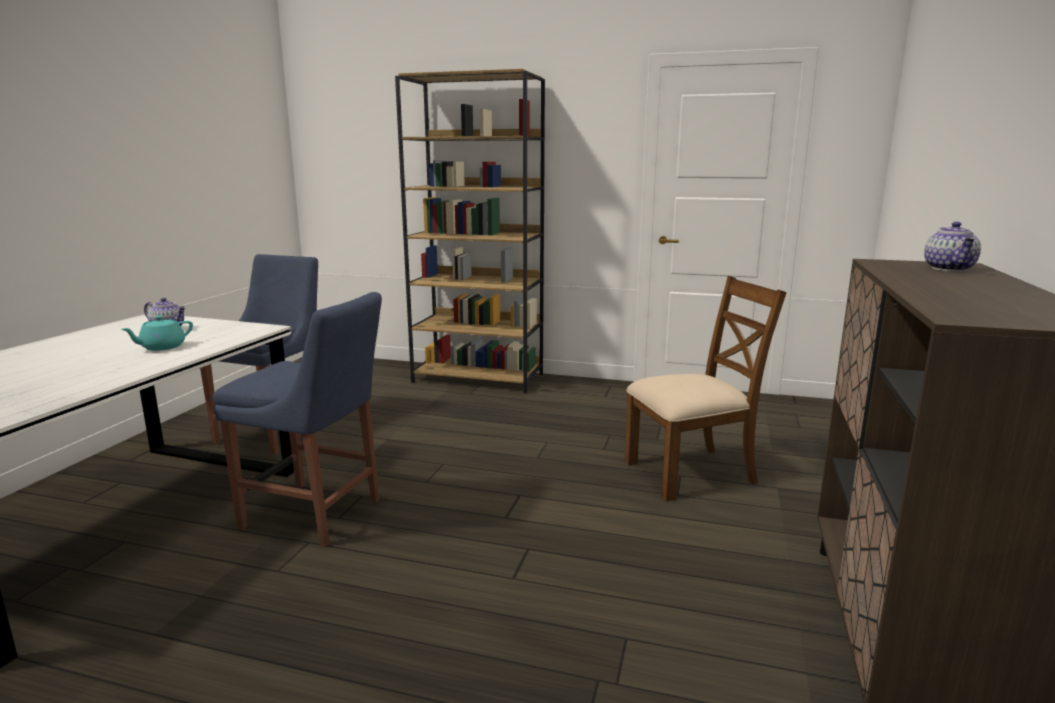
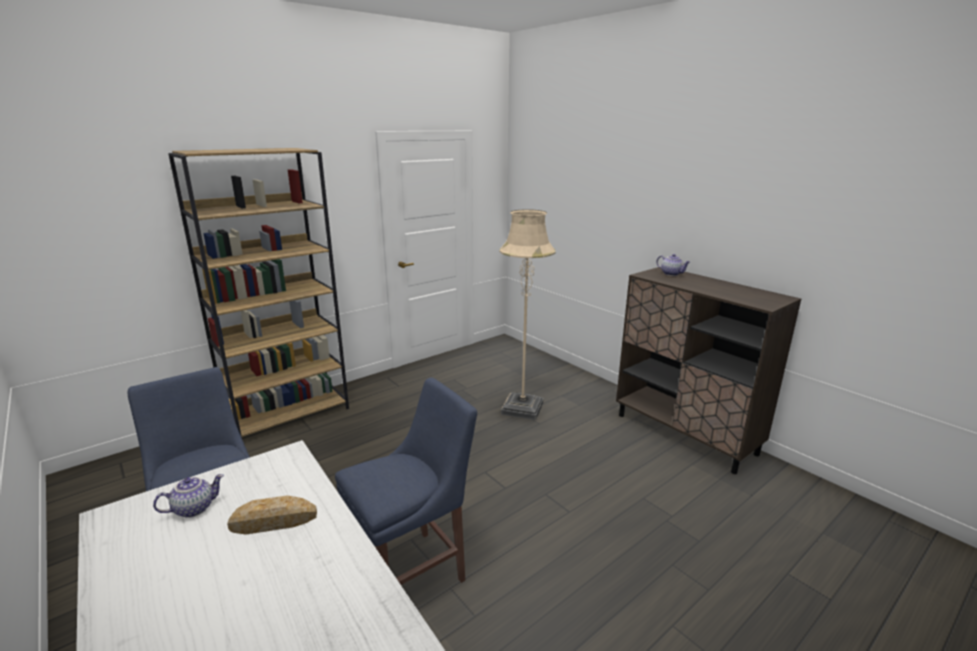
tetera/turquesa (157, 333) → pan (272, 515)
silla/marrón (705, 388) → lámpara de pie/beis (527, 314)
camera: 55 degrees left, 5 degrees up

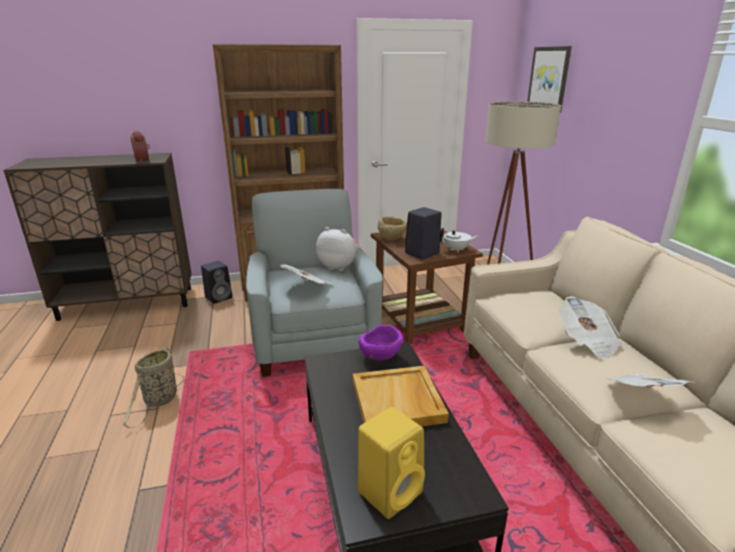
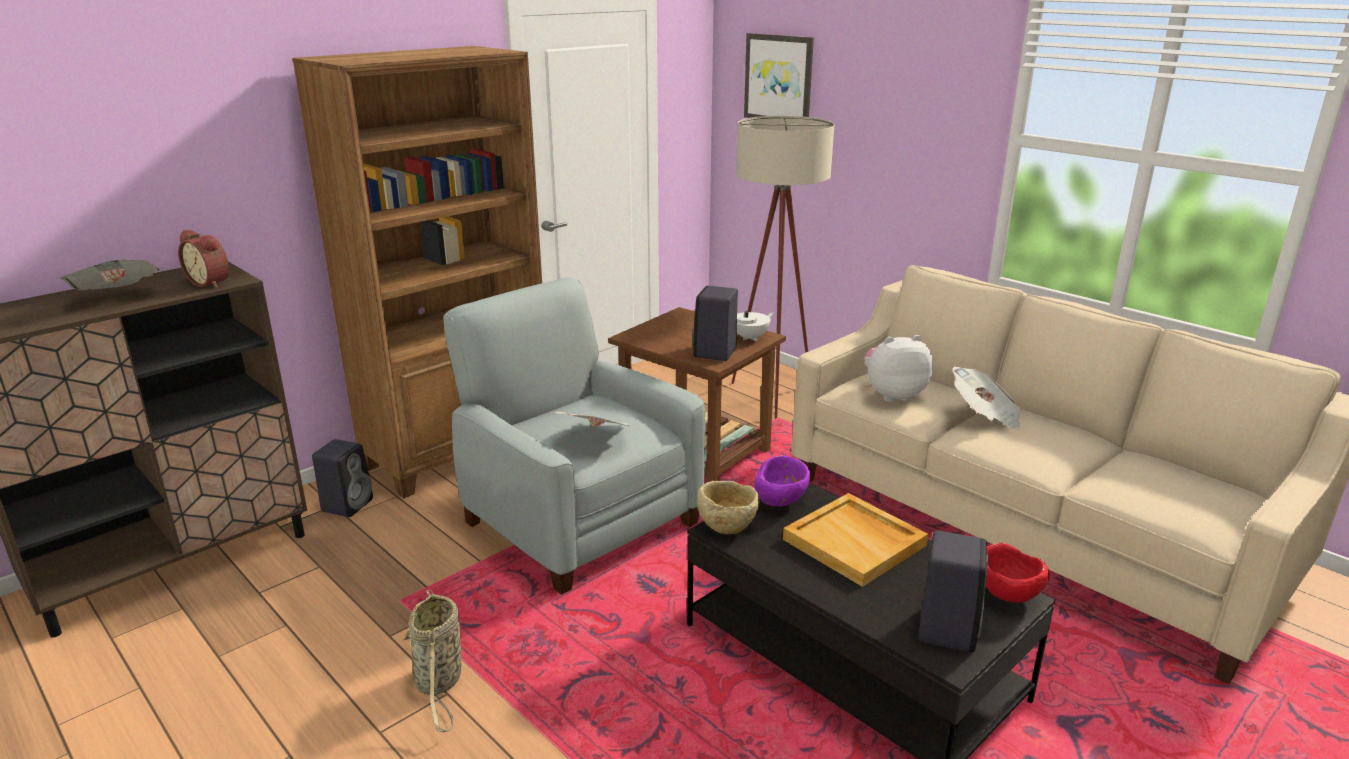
periódico (652, 380) → periódico (110, 275), relocated
cuenco/beis (392, 228) → cuenco/beis (728, 507), relocated
peluche (337, 249) → peluche (899, 368), relocated
altavoz/amarillo (391, 463) → altavoz/negro (953, 591)
- → cuenco/rojo (1018, 573)
camera: 30 degrees left, 0 degrees up

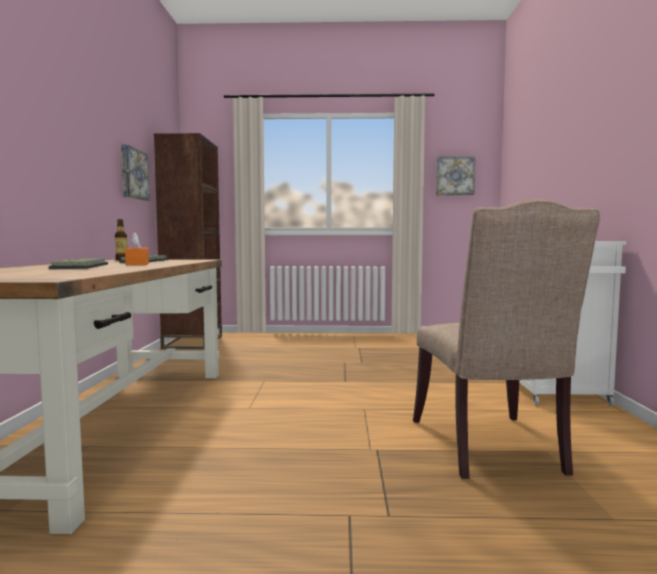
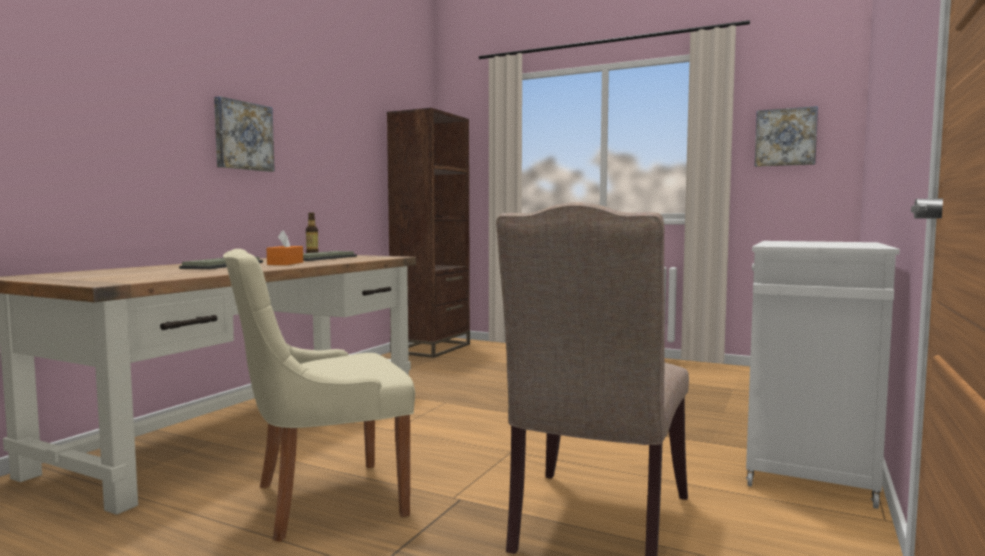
cuadro (135, 172) → cuadro (244, 134), relocated
- → silla/beis (319, 395)
camera: 25 degrees right, 0 degrees up

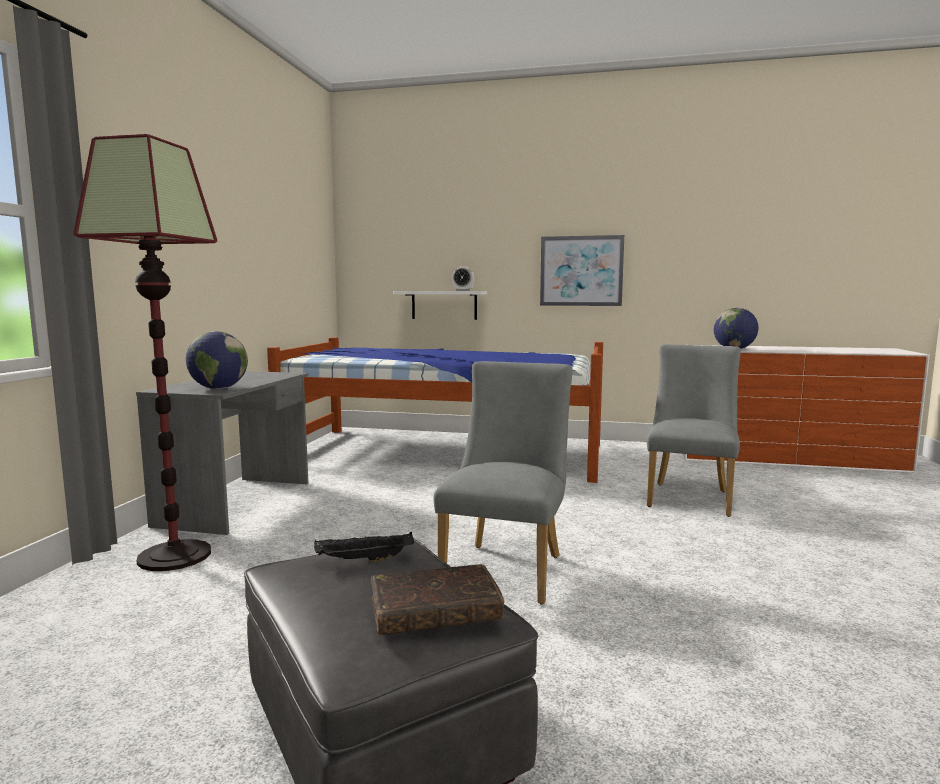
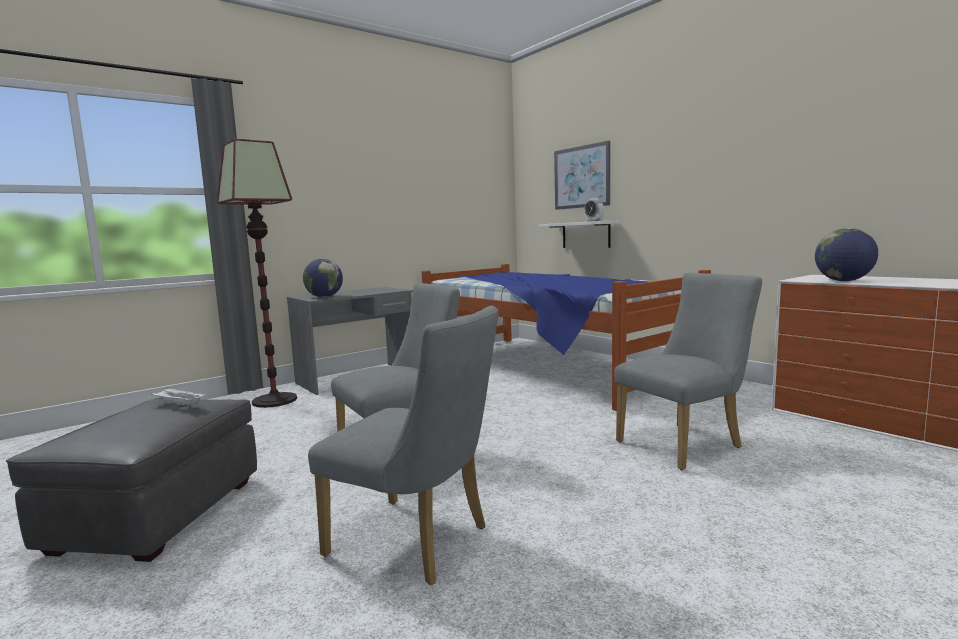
bandeja/negro (364, 547) → bandeja/blanco (179, 397)
- → silla/gris (403, 446)
cuadro (582, 270) → cuadro (582, 175), relocated
libro/marrón (437, 599) → -
camera: 40 degrees right, 0 degrees up

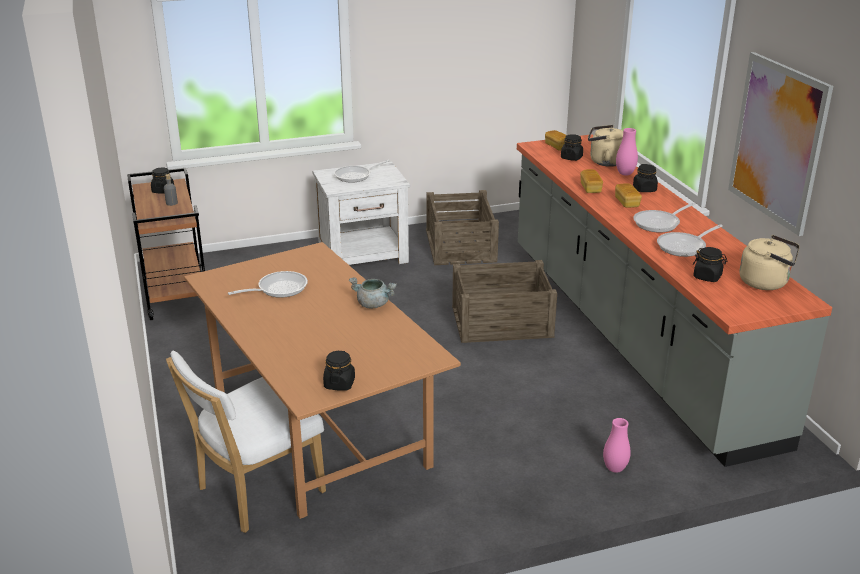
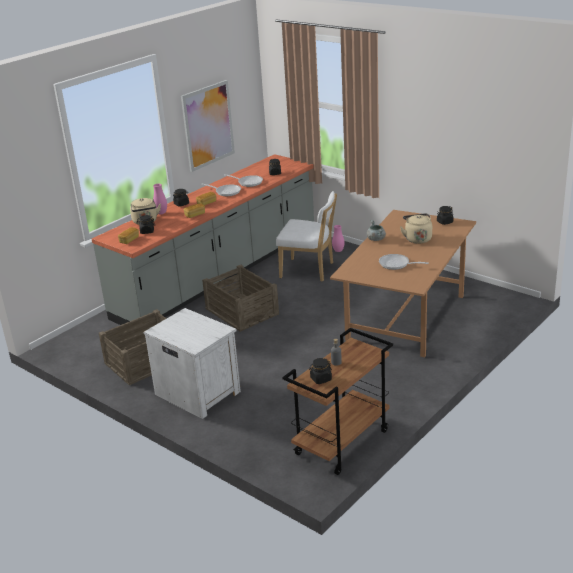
silla/blanco (246, 442) → silla/blanco (306, 236), relocated
hervidor/beis (770, 262) → hervidor/beis (416, 228), relocated
sartén (362, 171) → -
camera: 120 degrees left, 0 degrees up

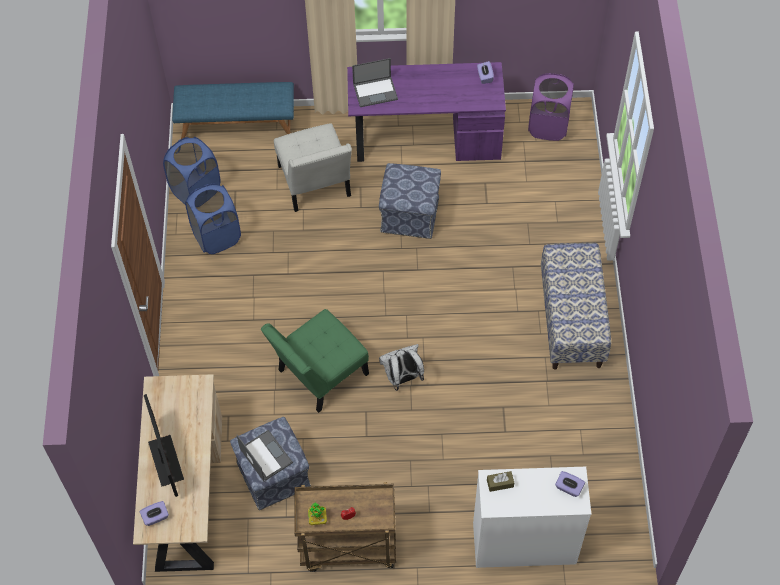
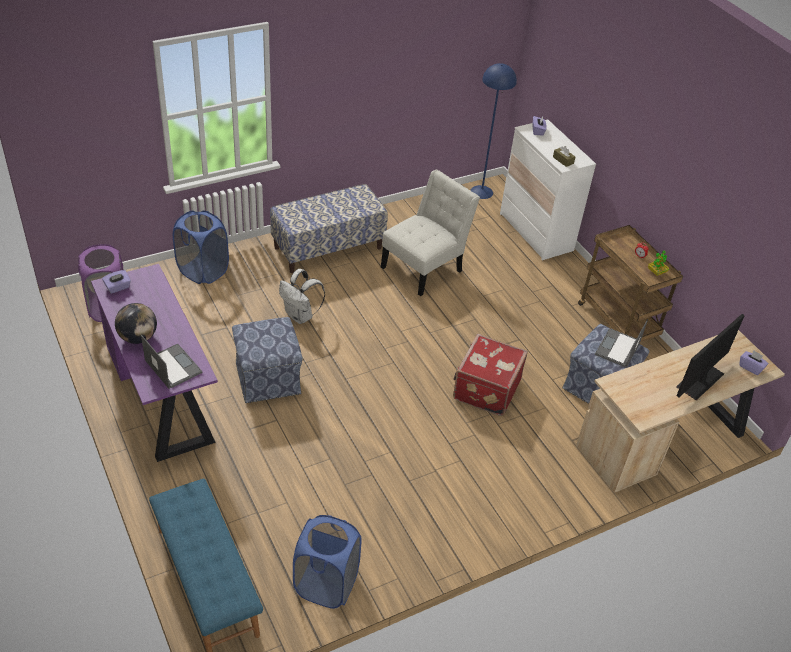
- → globo terráqueo (136, 323)
cesto de la ropa/azul (213, 219) → cesto de la ropa/azul (201, 247), relocated
mochila/blanco (401, 367) → mochila/blanco (302, 296), relocated
silla/blanco (313, 167) → silla/blanco (430, 233), relocated
silla/verde (315, 361) → maleta/rojo (490, 375)
- → lámpara de pie/azul (493, 131)
camera: 120 degrees left, 15 degrees down

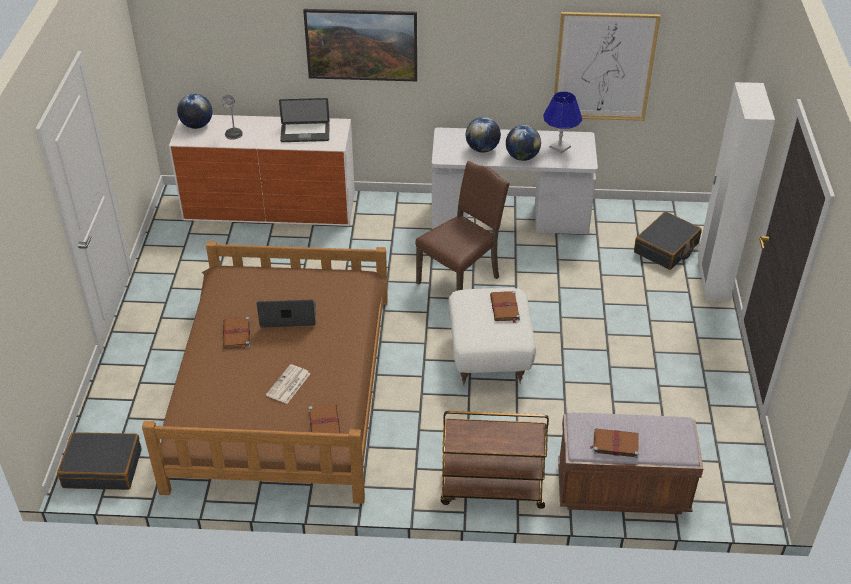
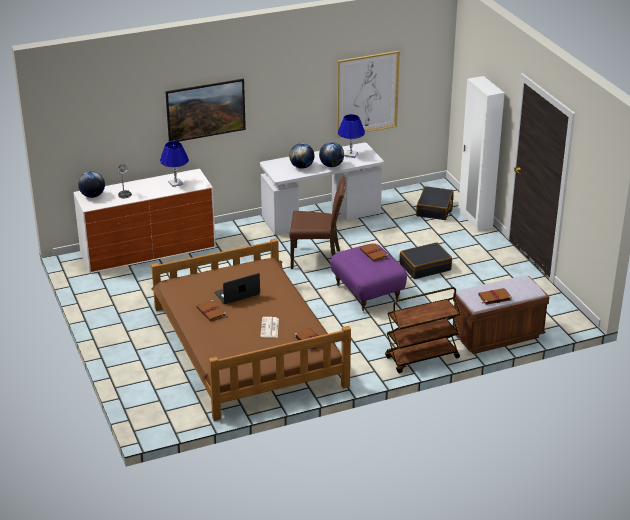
portátil (304, 120) → lámpara de mesa/azul (174, 164)
silla/marrón (462, 226) → silla/marrón (317, 223), 75 degrees clockwise
puf/blanco (492, 337) → puf/morado (368, 278)
maleta/negro (99, 461) → maleta/negro (425, 260), relocated
camera: 25 degrees left, 10 degrees down

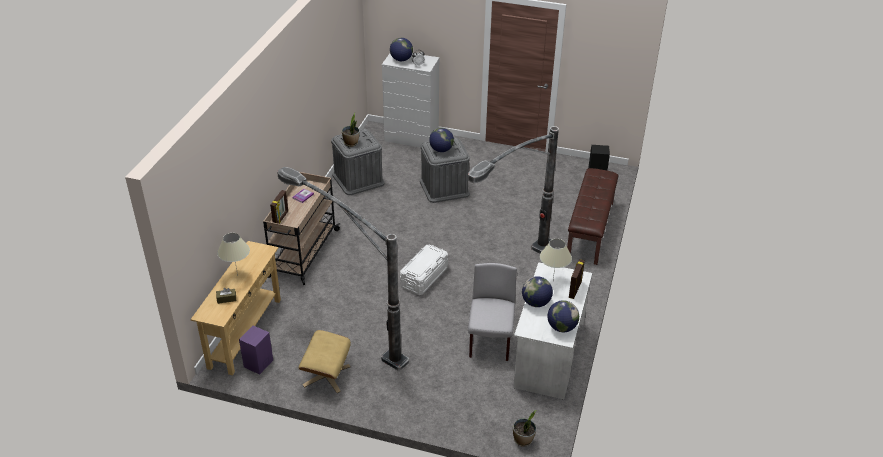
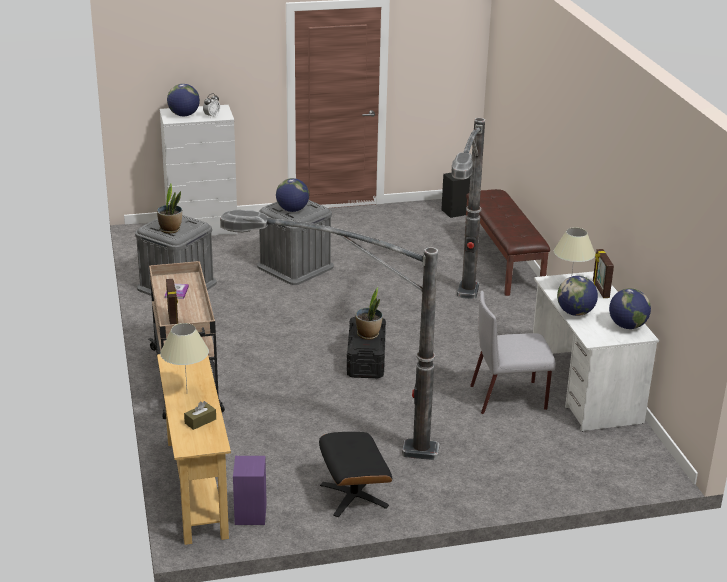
puf/beis (325, 361) → puf/negro (355, 475)
caja de almacenaje/blanco (424, 270) → caja de almacenaje/negro (366, 347)
planta en maceta (524, 428) → planta en maceta (369, 313), relocated
silla/gris (492, 312) → silla/gris (513, 352), 75 degrees counterclockwise
camera: 30 degrees left, 10 degrees down

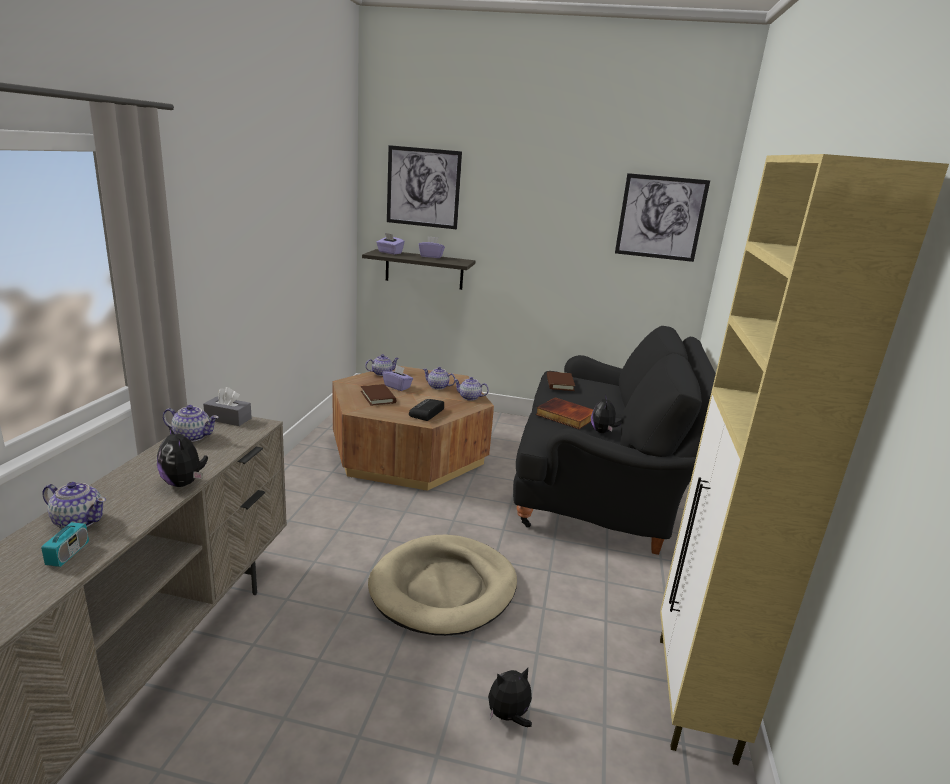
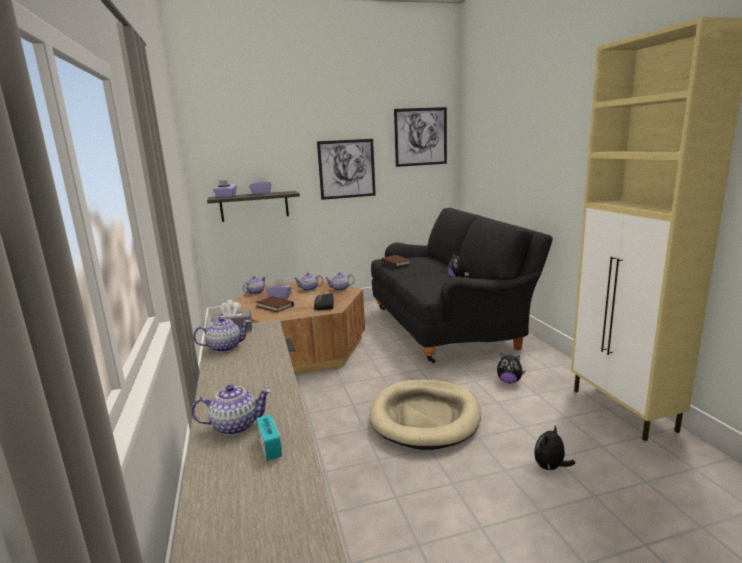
cuadro (424, 187) → cuadro (346, 169), relocated
peluche (182, 456) → peluche (511, 368), relocated
libro (564, 413) → -
camera: 25 degrees left, 5 degrees down

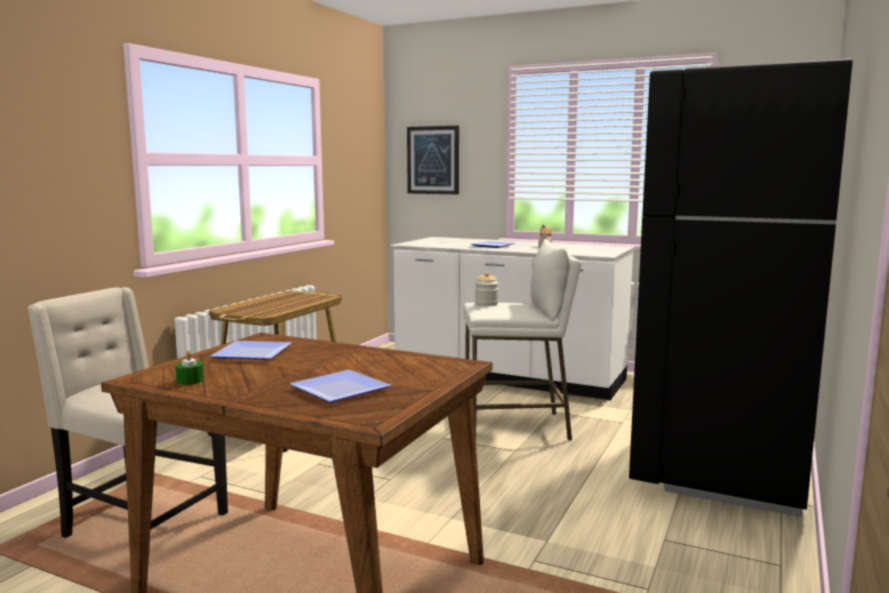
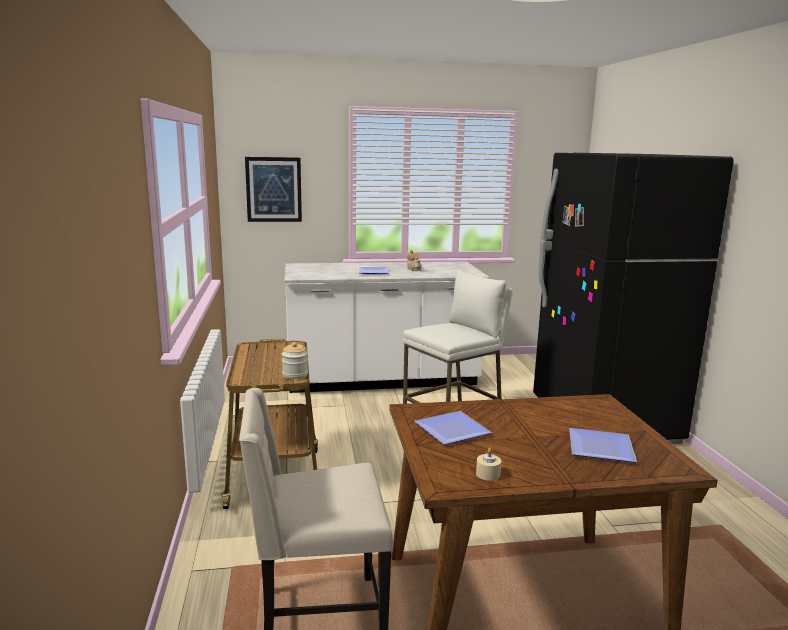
tarro (487, 289) → tarro (295, 360), relocated
vela/verde (189, 368) → vela/beis (488, 464)
camera: 35 degrees left, 5 degrees up

